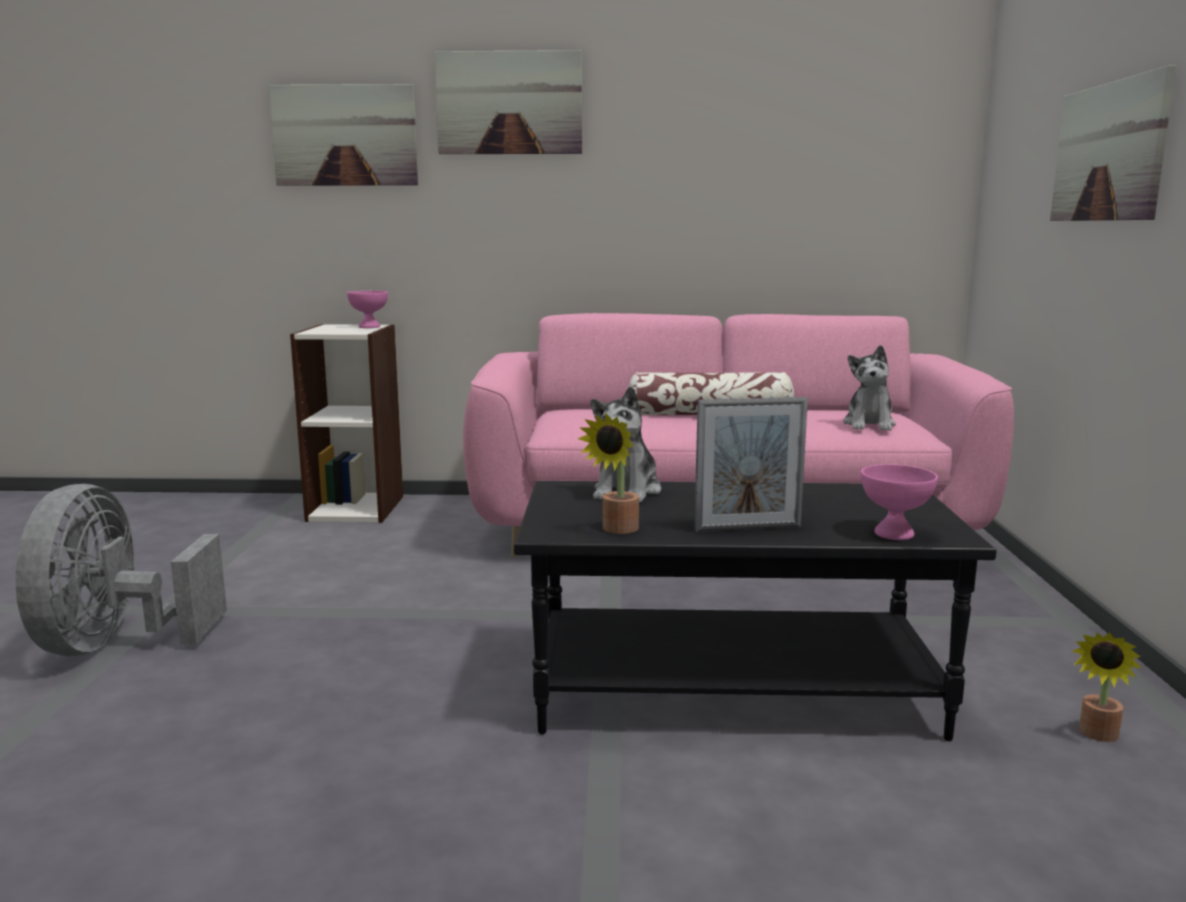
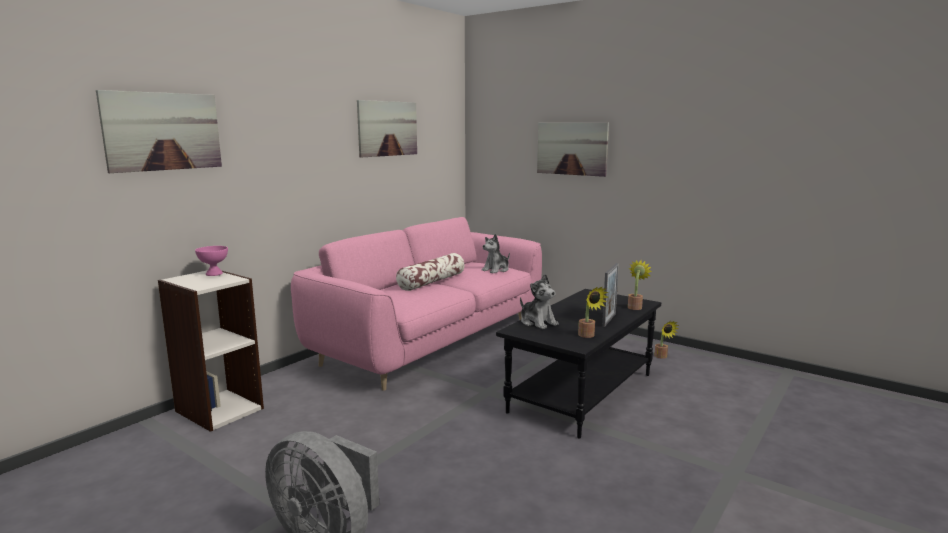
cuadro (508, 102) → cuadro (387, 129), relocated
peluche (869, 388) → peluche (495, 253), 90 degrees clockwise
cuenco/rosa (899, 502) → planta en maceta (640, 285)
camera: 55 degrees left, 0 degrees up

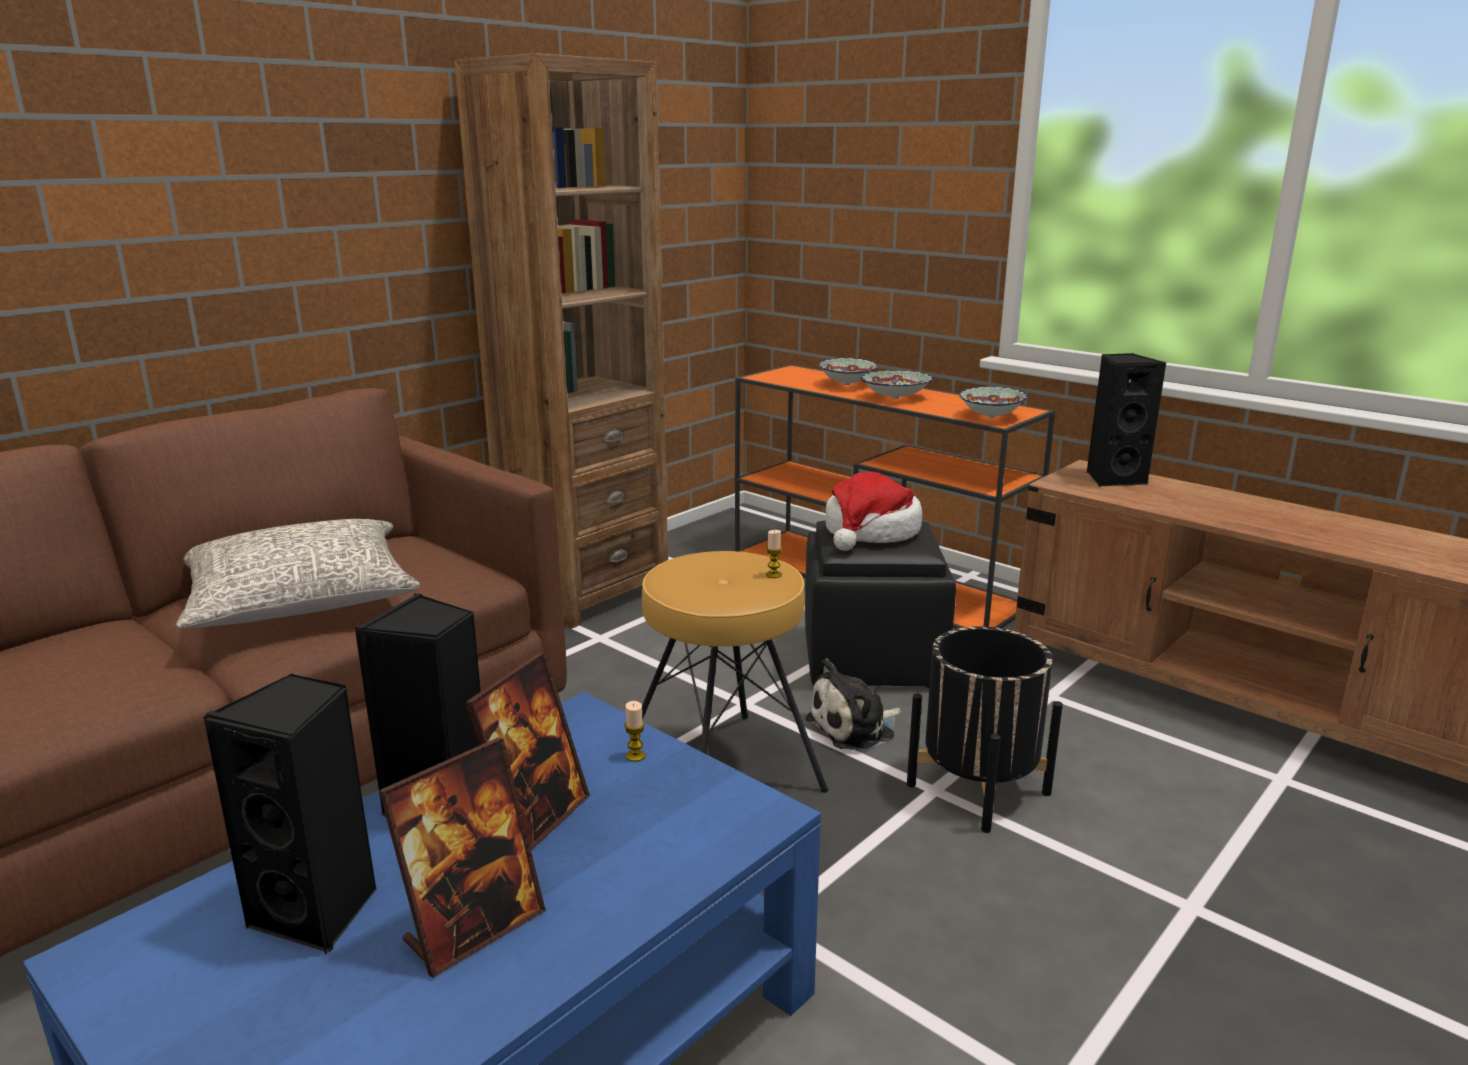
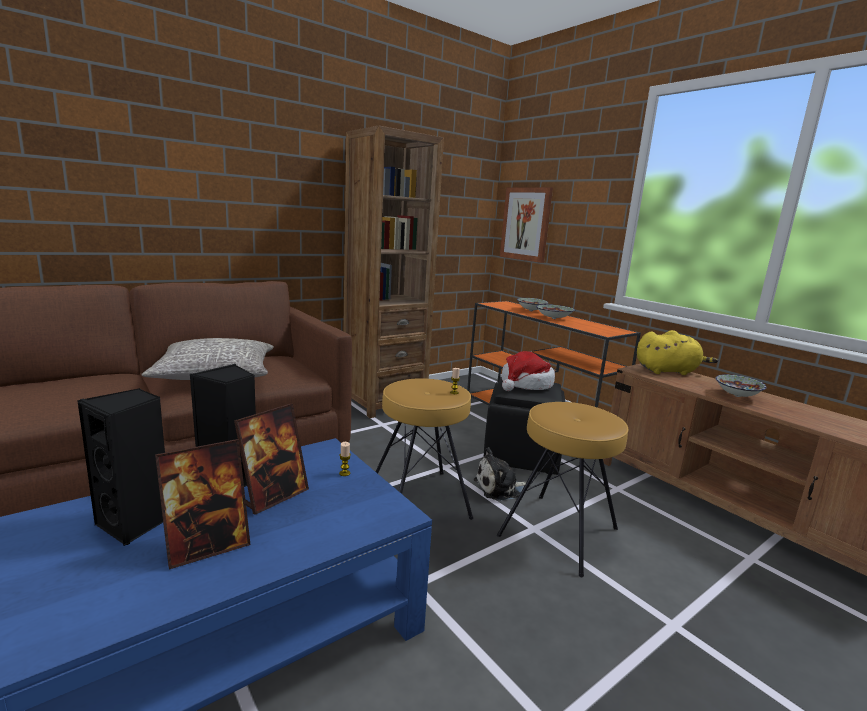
maceta/negro (985, 730) → taburete/marrón (563, 489)
- → cuadro (526, 225)
altavoz/negro (1126, 419) → peluche/amarillo (677, 352)
cuenco (993, 402) → cuenco (741, 385), relocated
camera: 10 degrees right, 5 degrees down

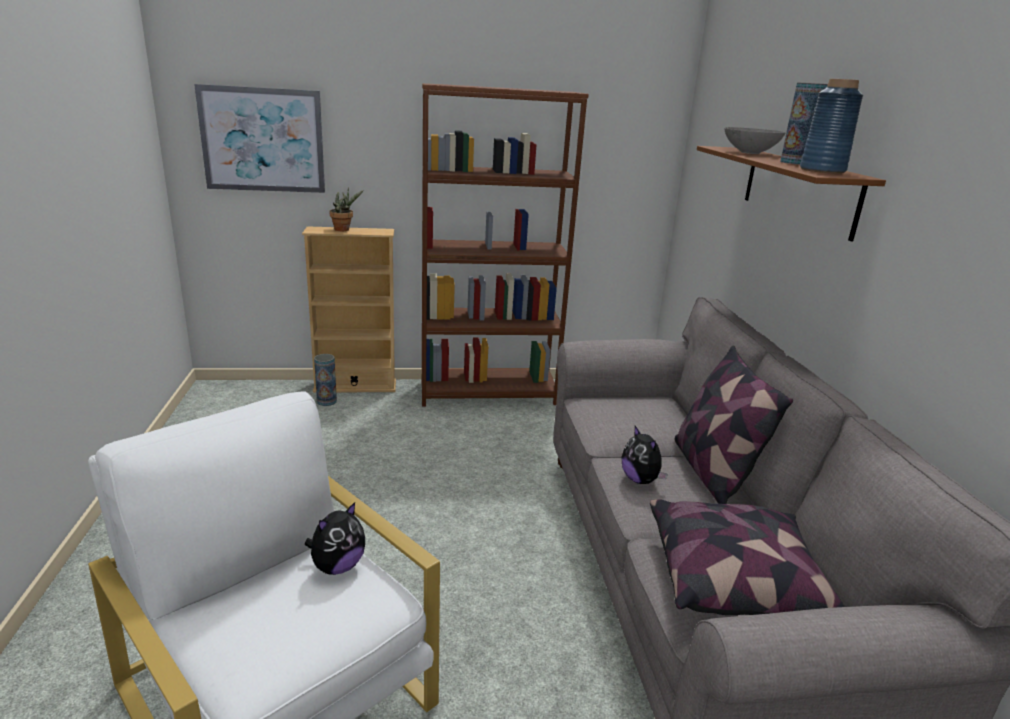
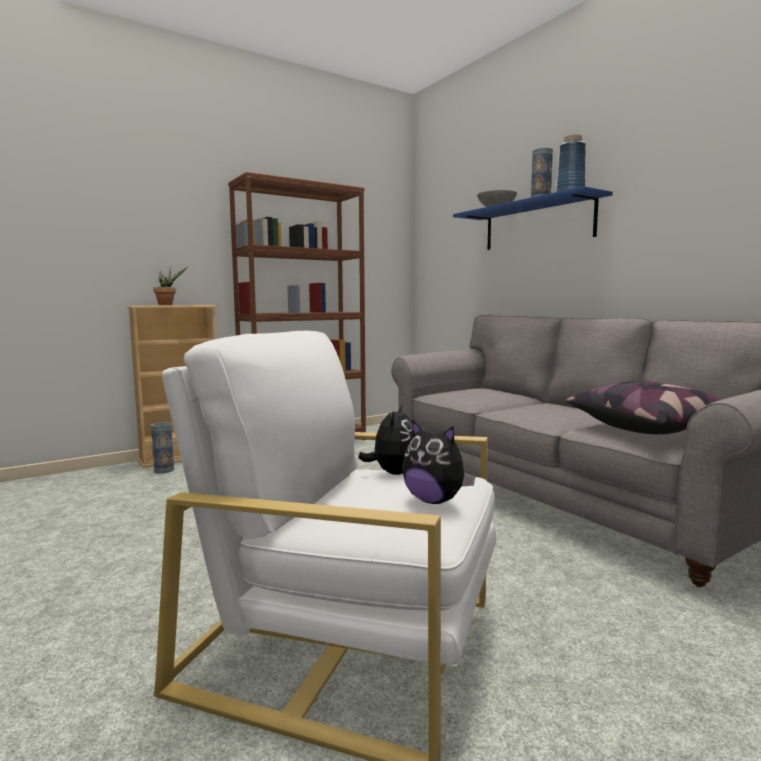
peluche (644, 455) → peluche (439, 462), relocated
estante/marrón (791, 194) → estante/azul (533, 218)
cuadro (259, 138) → -
cojín (734, 424) → -
camera: 25 degrees left, 15 degrees down

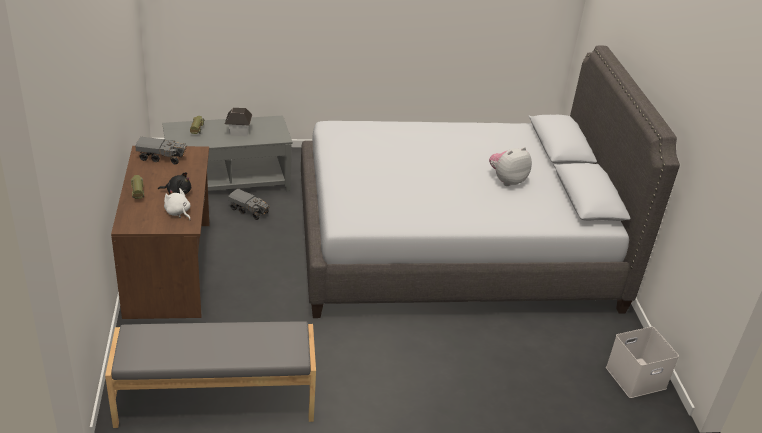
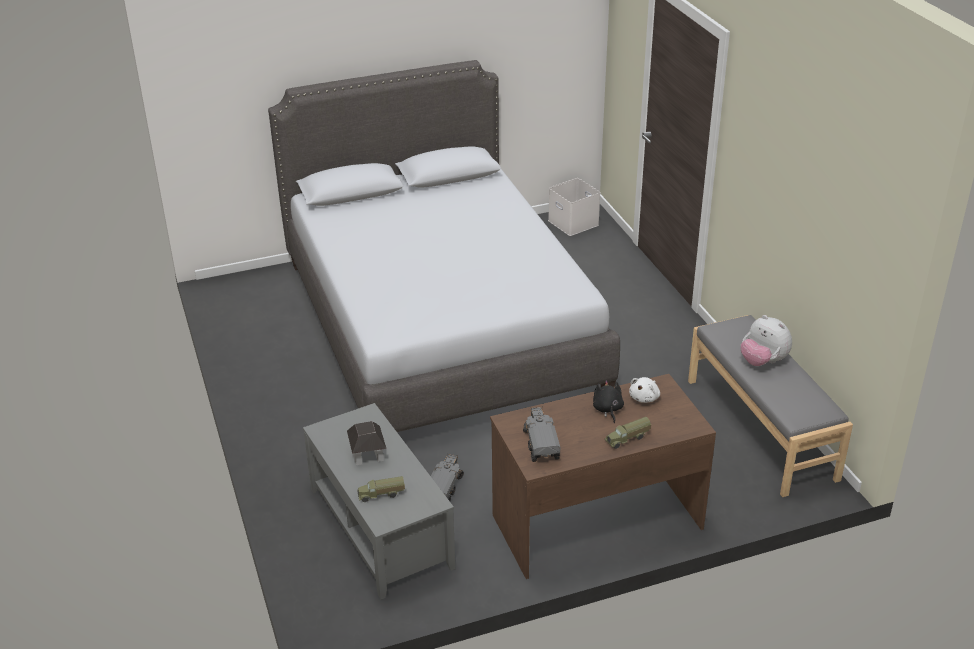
peluche (510, 166) → peluche (766, 340), relocated
camera: 100 degrees left, 0 degrees up

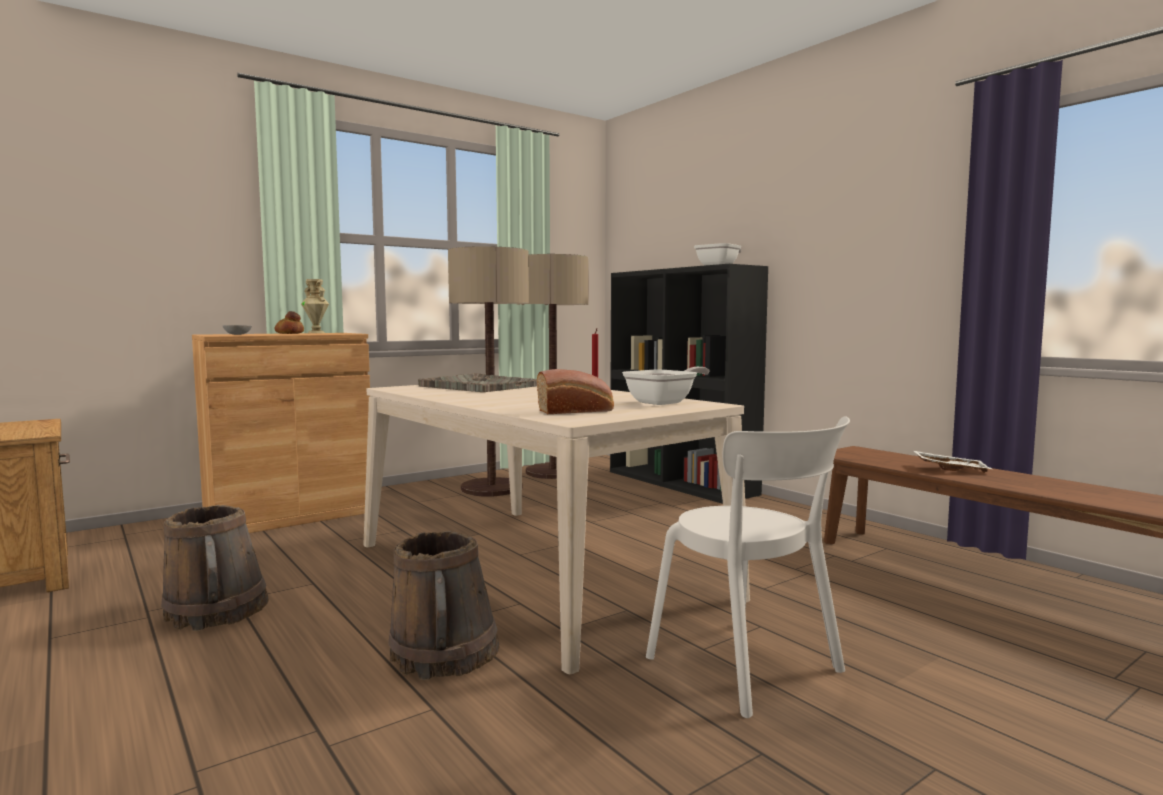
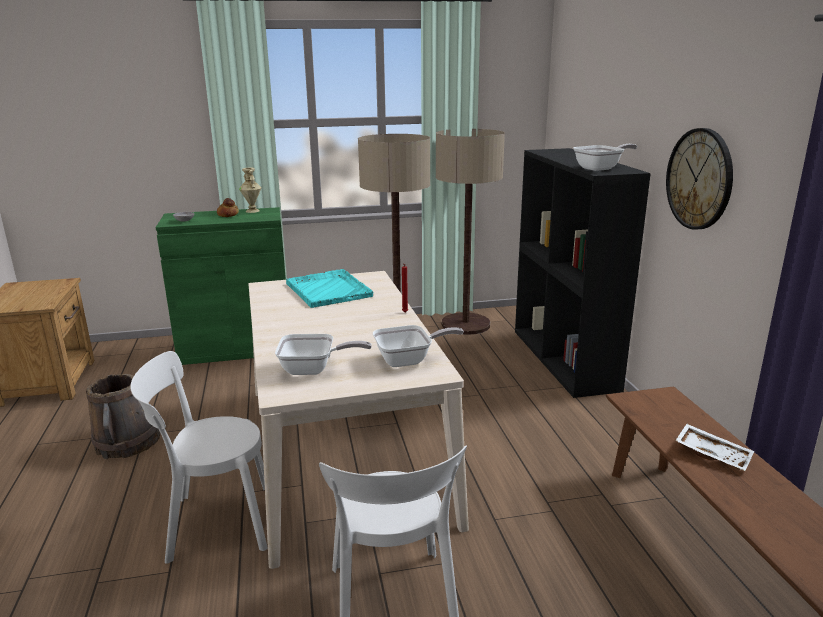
cubo/marrón (443, 605) → silla/blanco (199, 457)
armario/marrón (281, 433) → armario/verde (221, 286)
pan (575, 391) → sartén (323, 354)
bandeja/gris (477, 382) → bandeja/turquesa (329, 288)
- → reloj de pared (699, 179)
camera: 25 degrees right, 15 degrees up

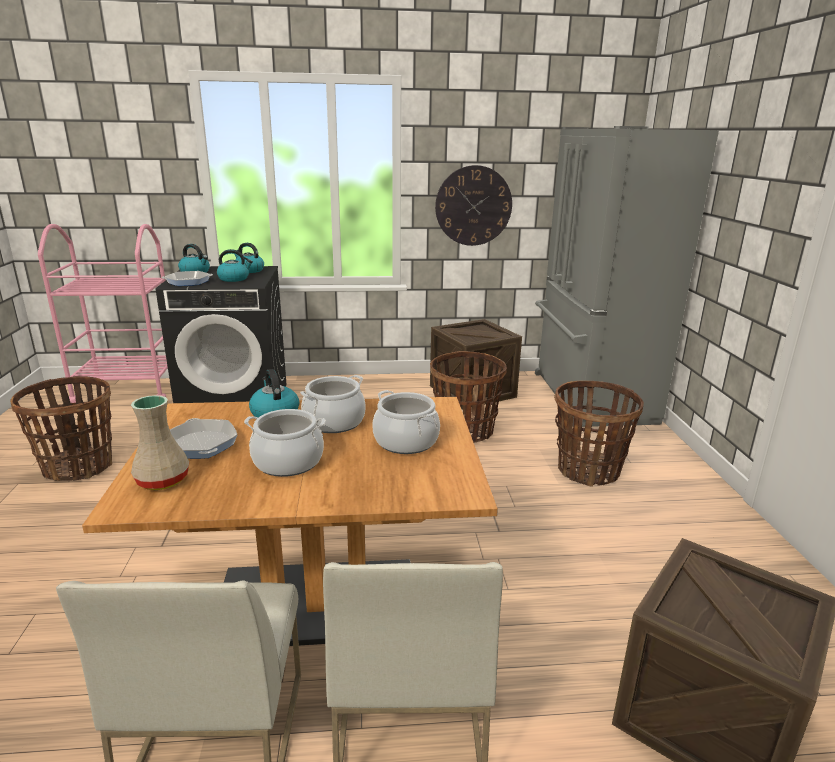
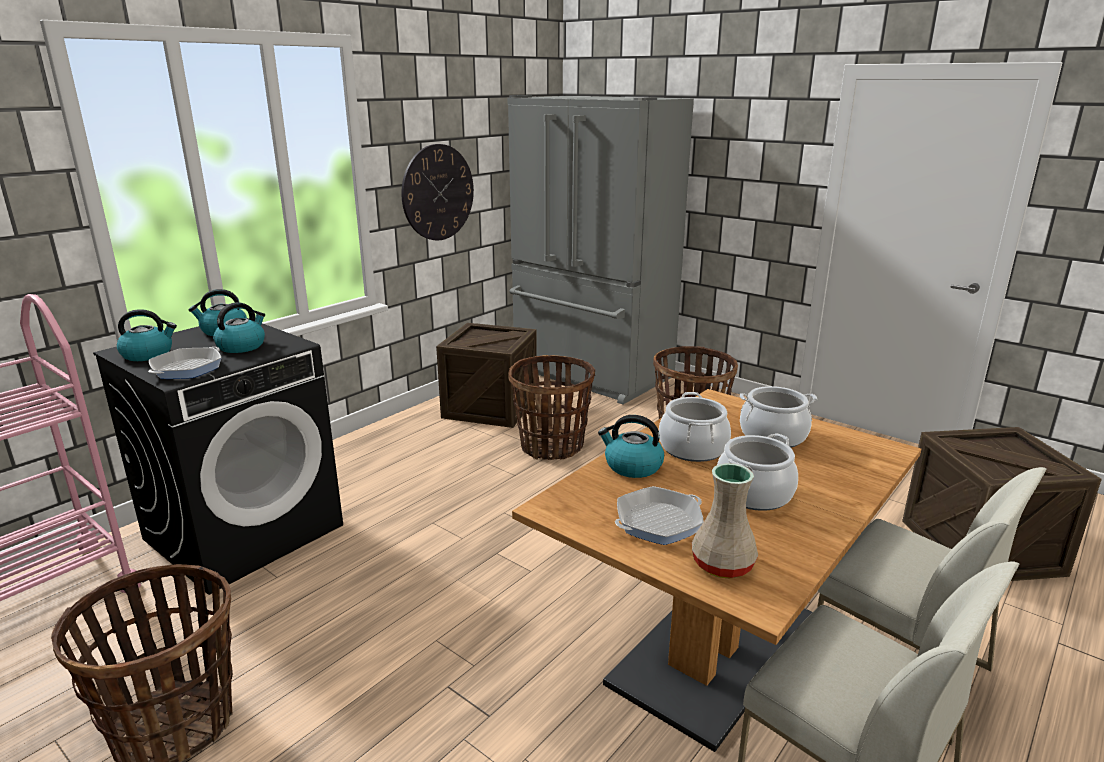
sartén (203, 438) → sartén (659, 515), 135 degrees clockwise
camera: 45 degrees left, 0 degrees up

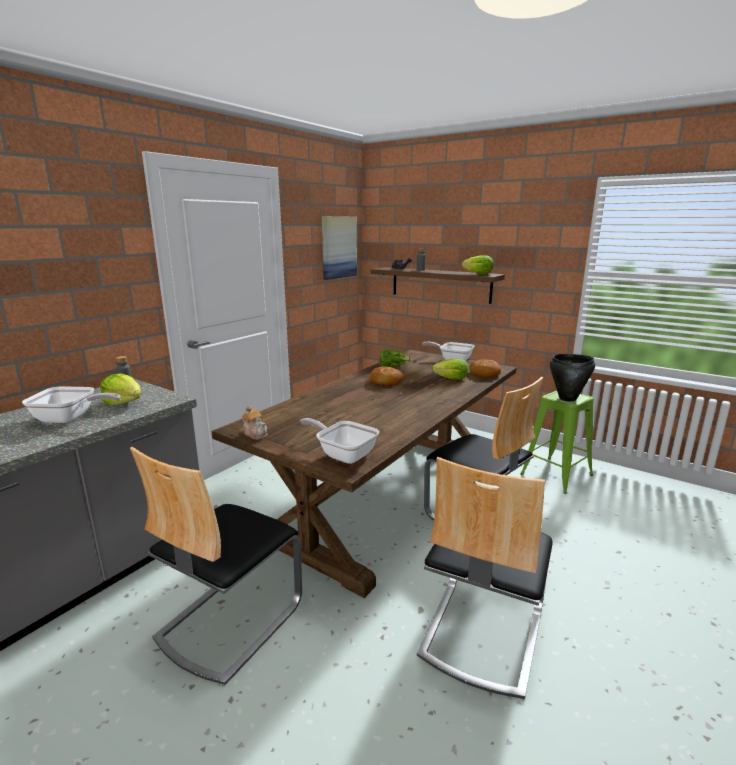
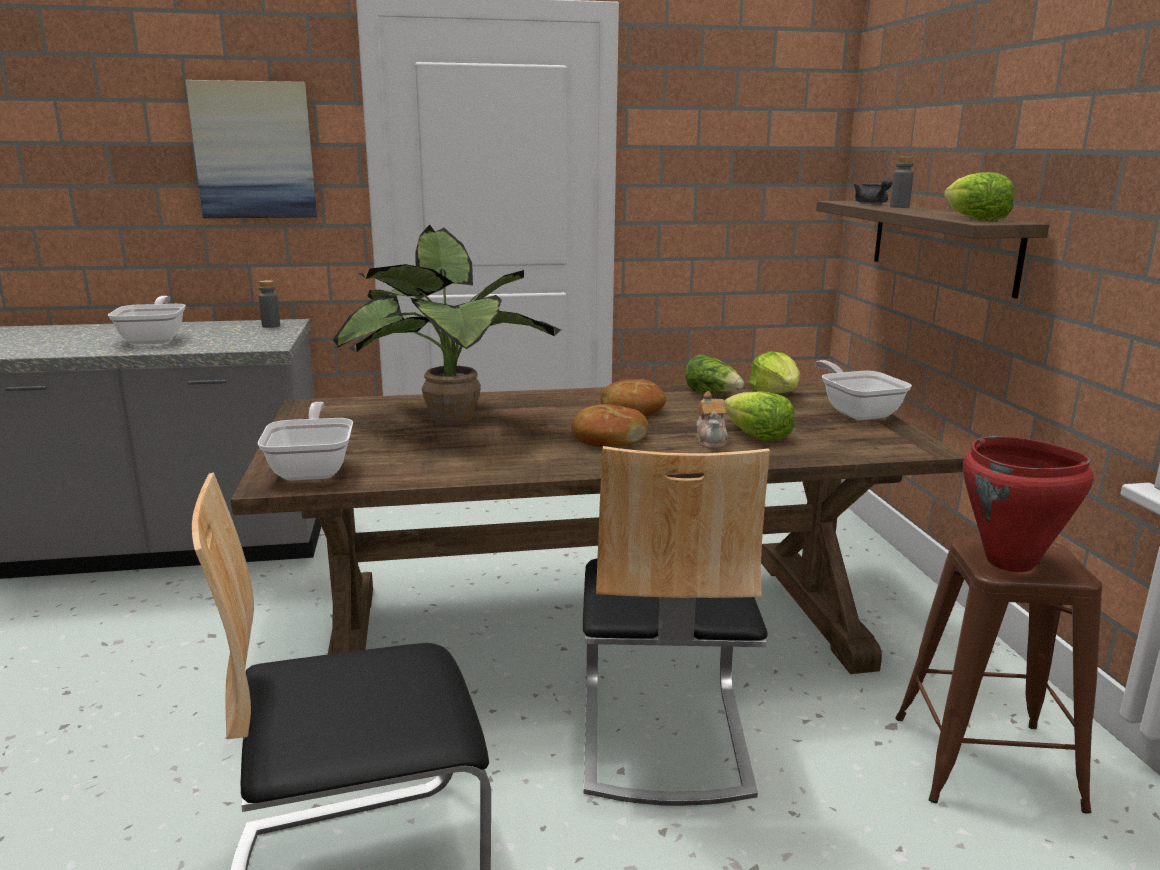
sartén (71, 404) → sartén (147, 320), 150 degrees counterclockwise
cuadro (339, 248) → cuadro (251, 149), relocated
- → planta en maceta (447, 325)
pan (485, 368) → pan (610, 425), relocated
tetera (255, 423) → tetera (712, 420), relocated
lechuga (120, 389) → lechuga (774, 372), relocated
taburete/verde (557, 442) → taburete/marrón (999, 676)
olla/negro (572, 378) → olla/rojo (1028, 504)
silla (216, 566) → -
camera: 45 degrees right, 0 degrees up

